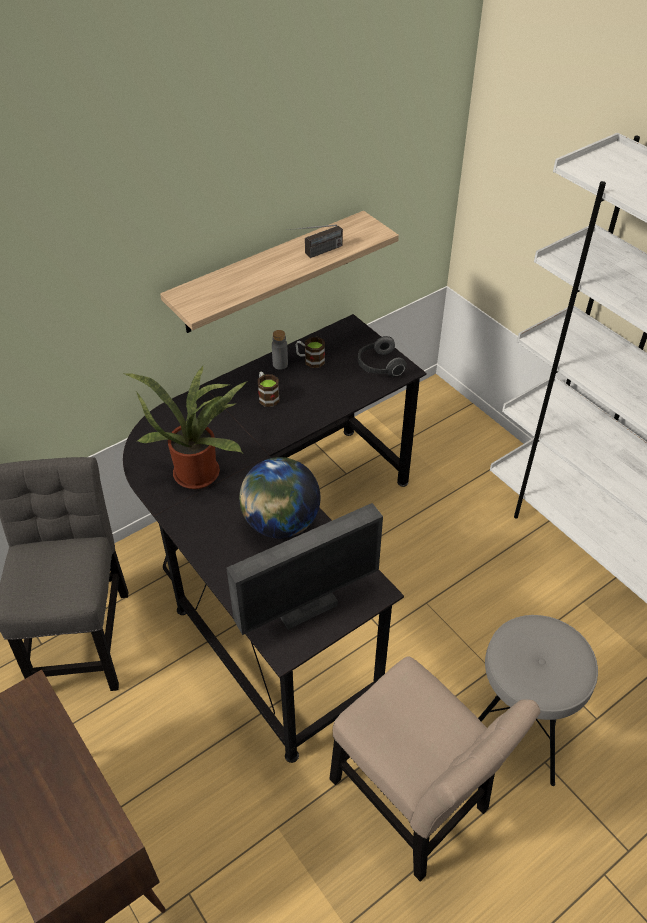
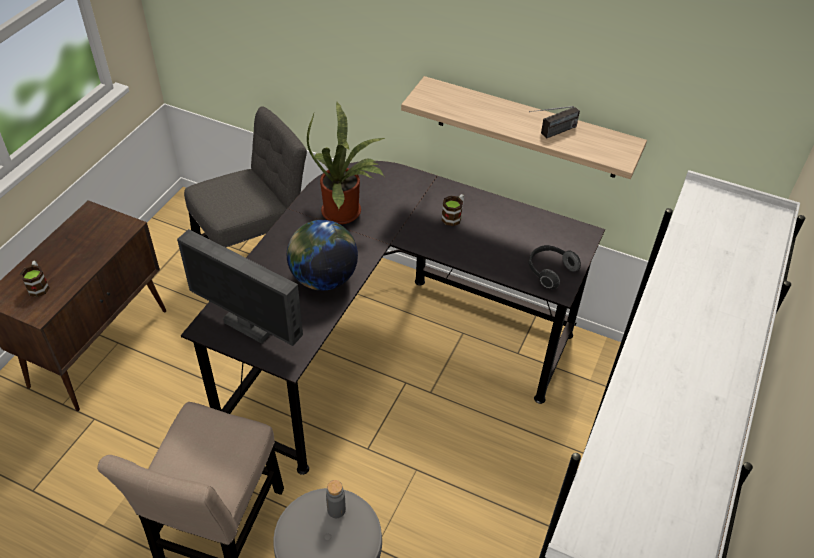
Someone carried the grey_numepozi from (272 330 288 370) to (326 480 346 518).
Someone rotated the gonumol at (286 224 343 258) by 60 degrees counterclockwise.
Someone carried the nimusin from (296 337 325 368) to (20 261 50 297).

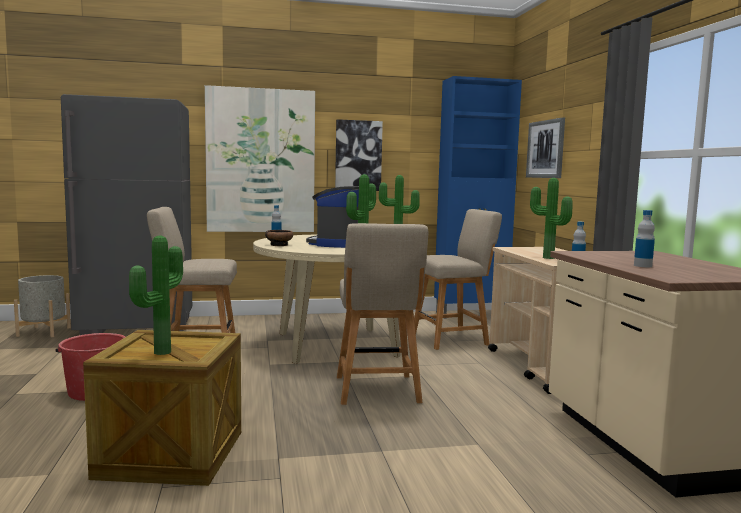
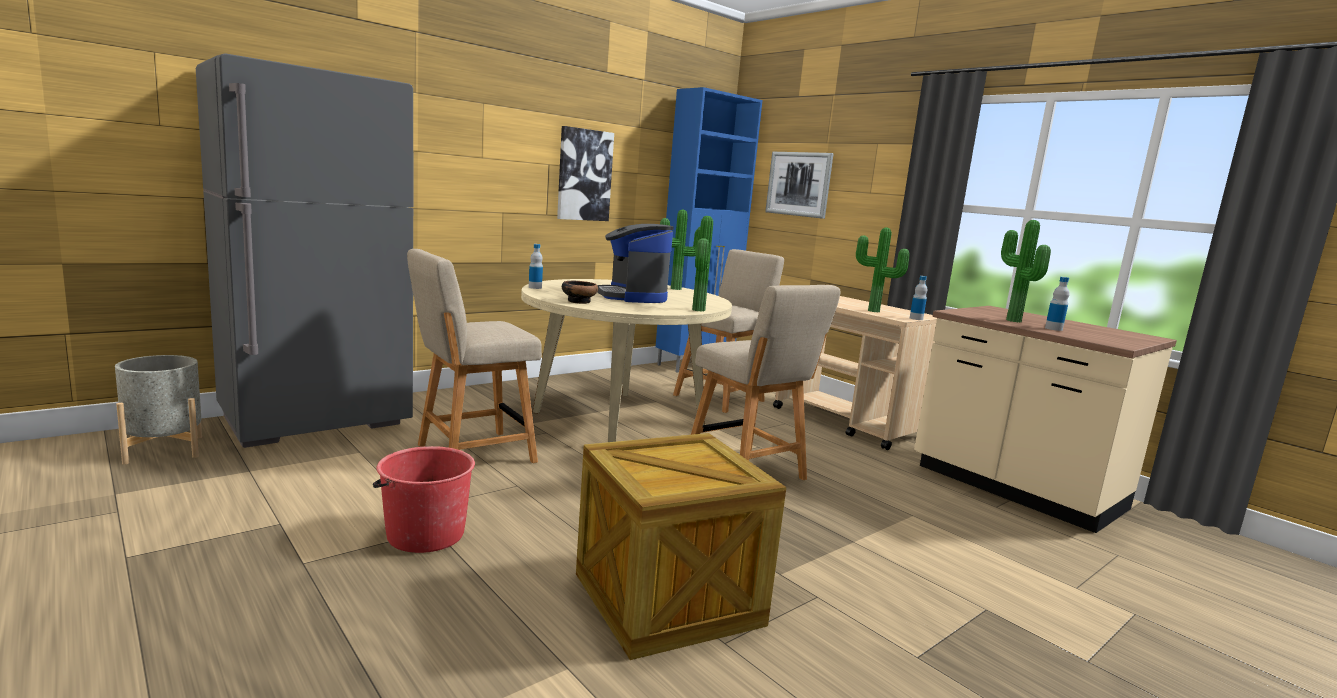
Someone carried the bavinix from (129 236 183 355) to (1001 220 1051 322).
Someone took away the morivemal at (205 85 315 232).

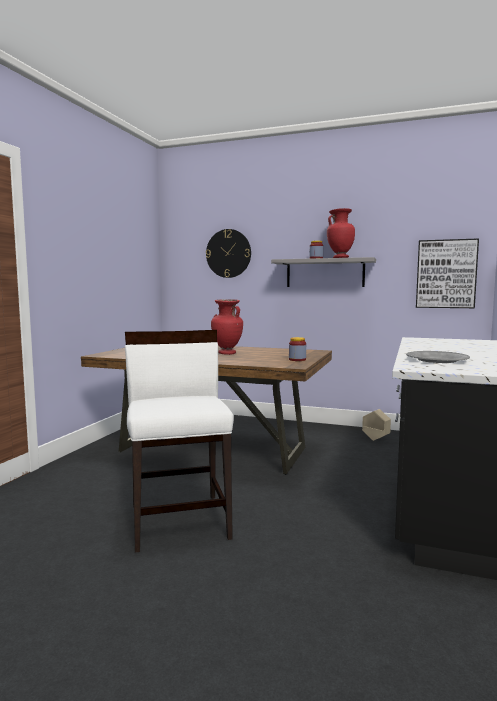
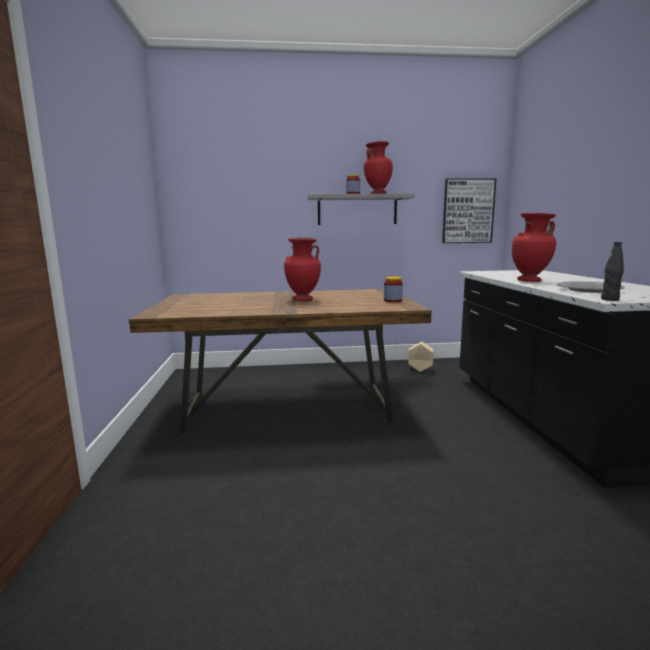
Someone took away the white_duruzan at (125 330 234 553).
Someone took away the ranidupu at (206 229 251 278).
Someone put down the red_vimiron at (512 213 557 282).
Someone put down the black_numepozi at (601 242 624 301).

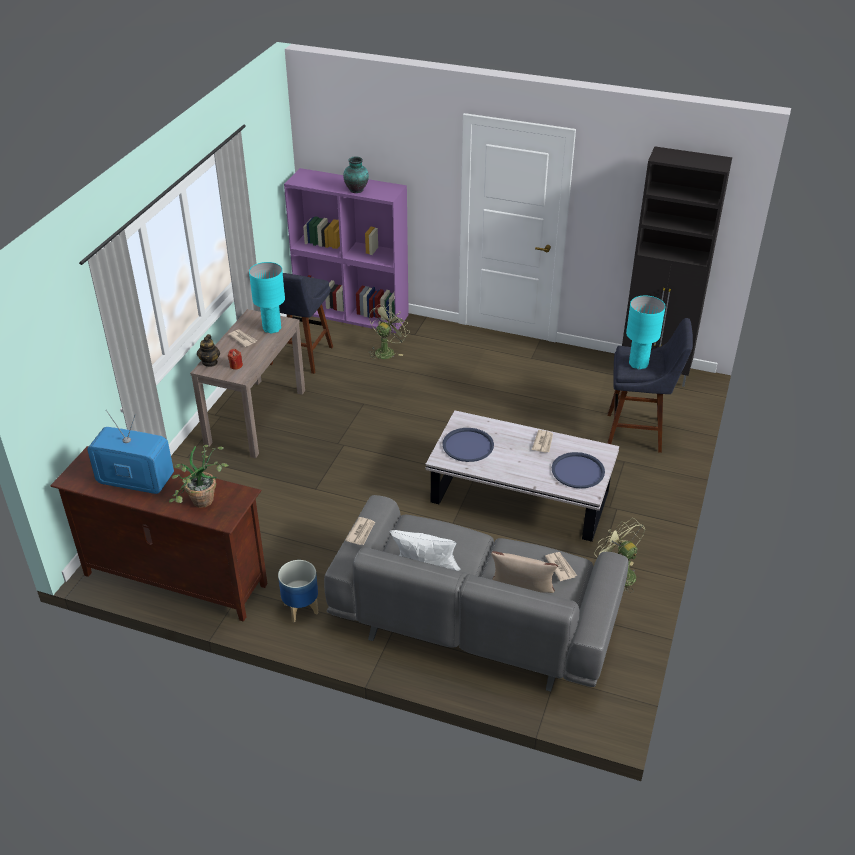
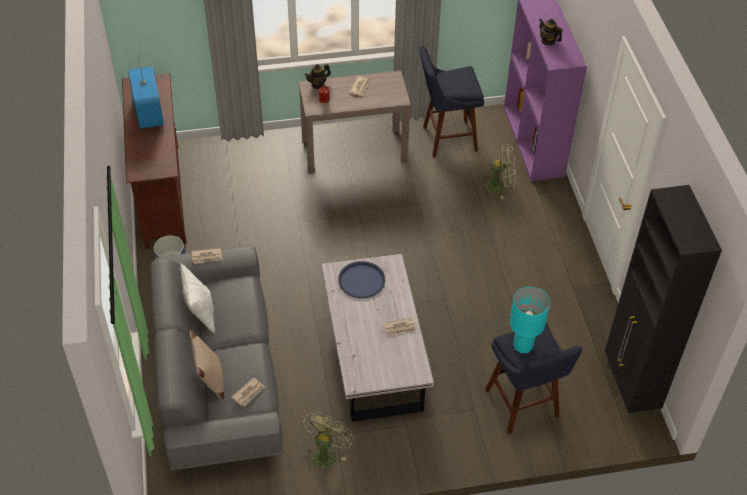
Someone took away the bavinix at (169 445 229 508).
Someone took away the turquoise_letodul at (249 262 285 334).
Someone swapped the vimiron at (343 157 369 193) for the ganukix at (539 18 562 46).
Someone took away the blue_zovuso at (552 452 605 488).

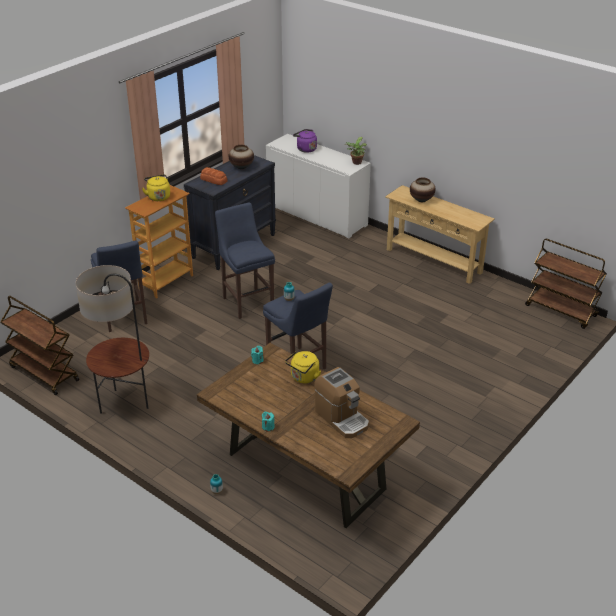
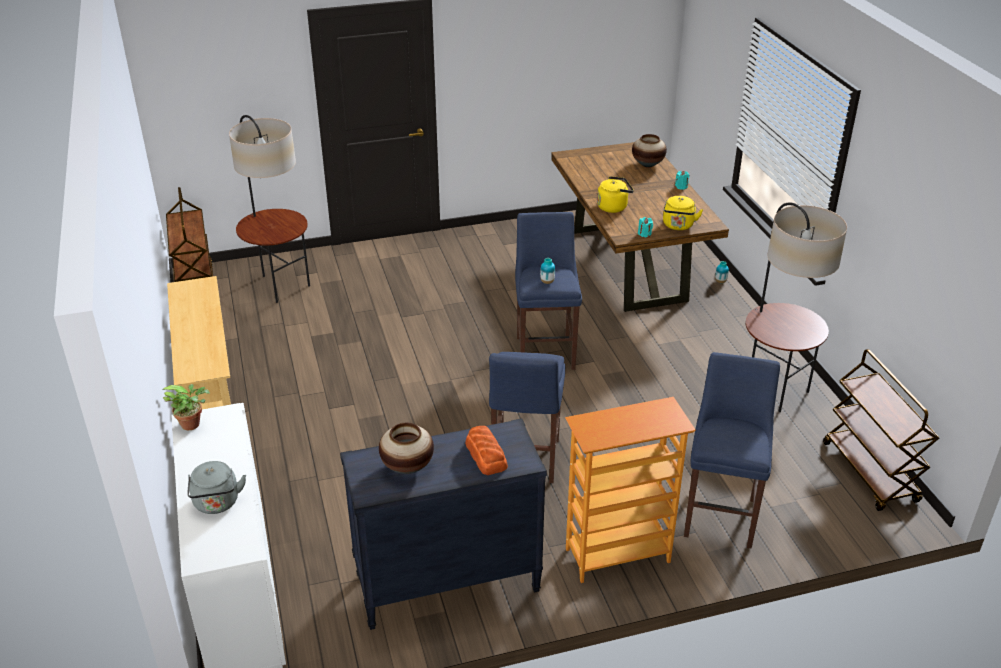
Someone carried the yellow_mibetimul from (142 174 170 201) to (663 196 703 230).
Someone repainted the purple_mibetimul at (293 129 317 153), which became the grey_mibetimul at (188 461 246 514).
Someone took away the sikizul at (314 367 369 438).
Someone carried the vimiron from (410 178 436 202) to (632 134 667 168).
Someone put down the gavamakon at (229 115 310 303).

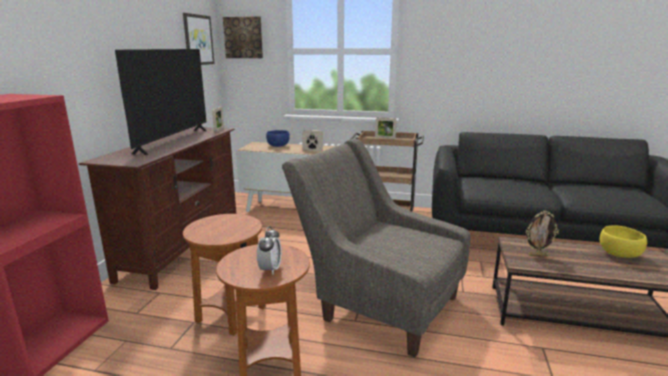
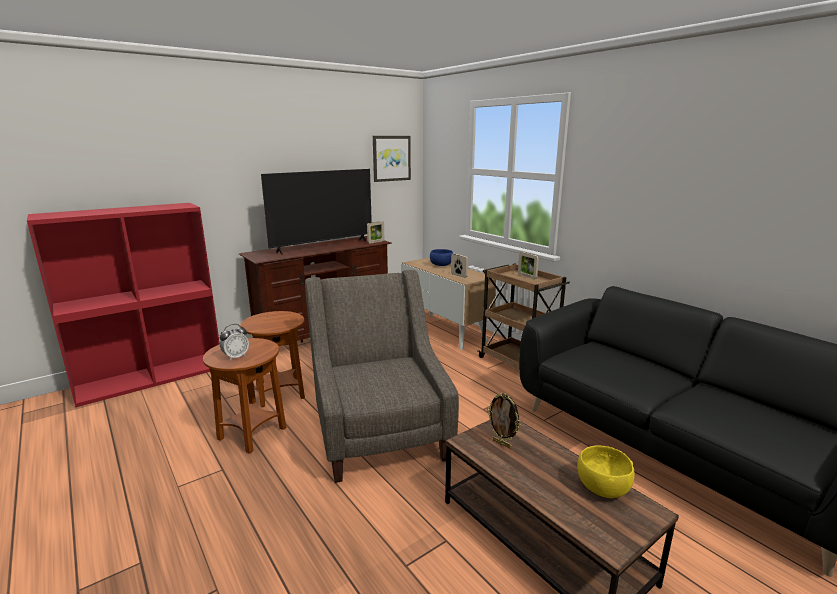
Someone took away the morivemal at (223 16 263 58).

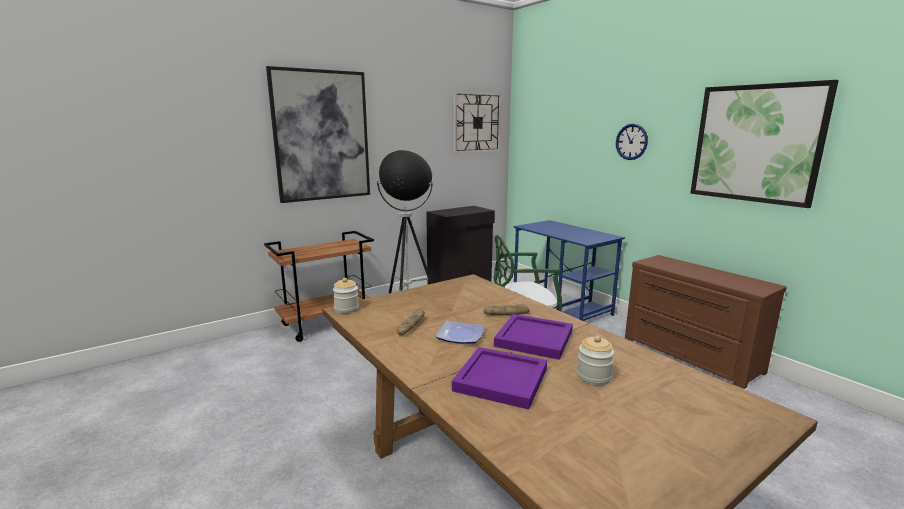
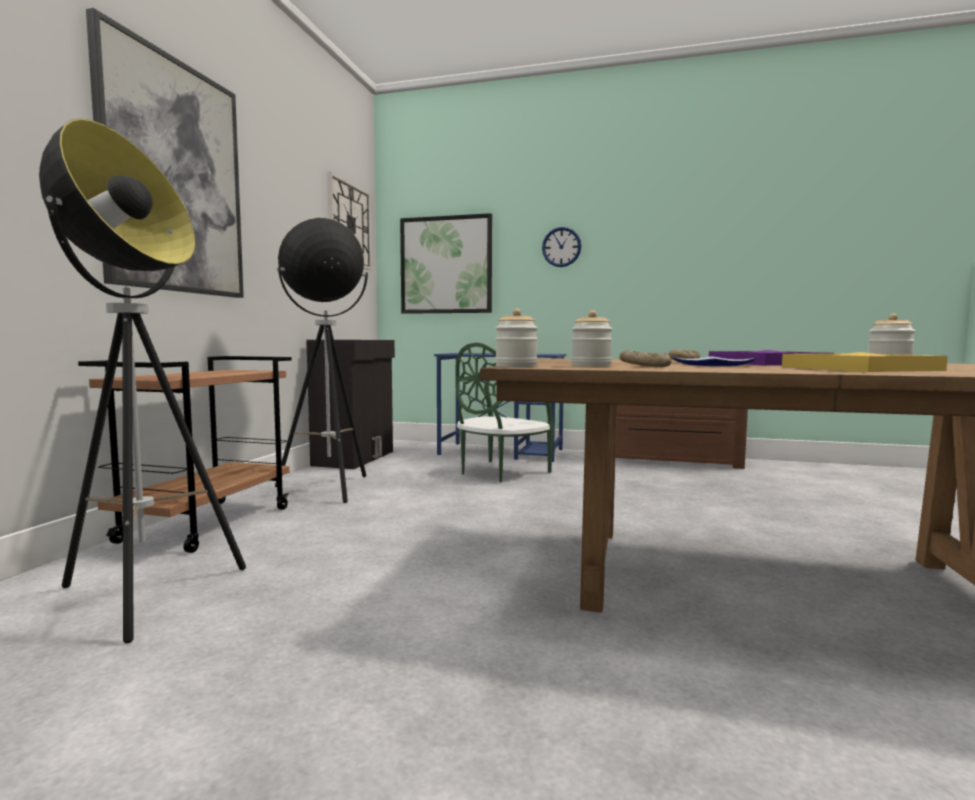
Someone repainted the purple_zovuso at (452 347 547 410), which became the yellow_zovuso at (782 352 948 372).
Someone carried the morivemal from (690 80 839 208) to (400 213 492 314).
Someone put down the gavamakon at (39 118 246 643).
Someone put down the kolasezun at (571 310 613 366).

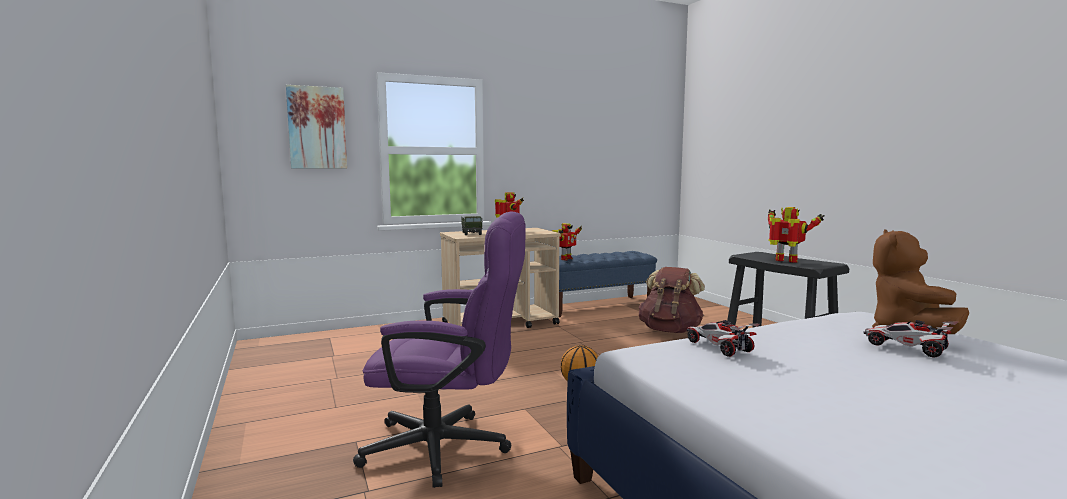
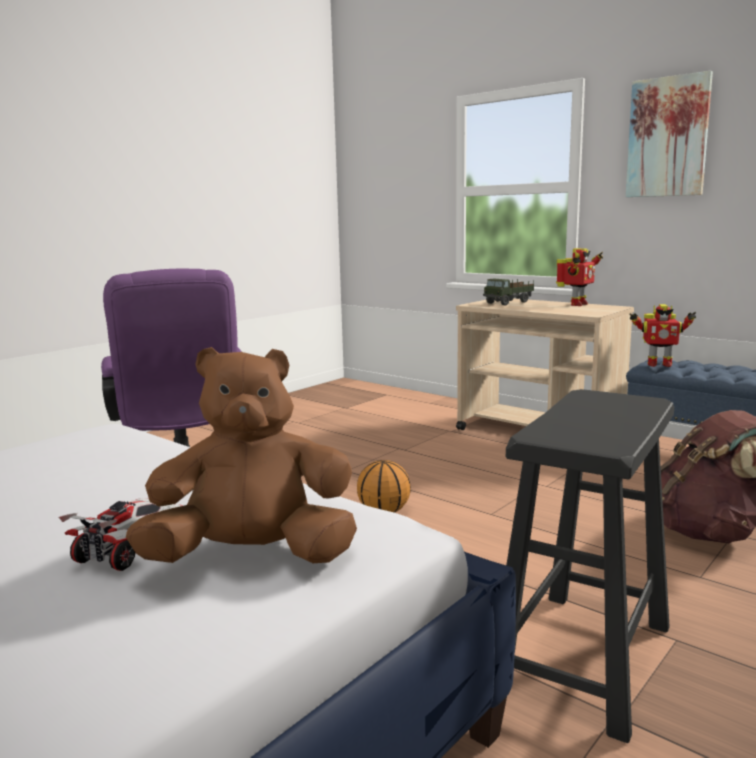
Someone carried the morivemal from (286 85 347 168) to (626 71 713 197).
Someone took away the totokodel at (687 320 759 357).
Someone took away the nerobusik at (768 207 825 263).

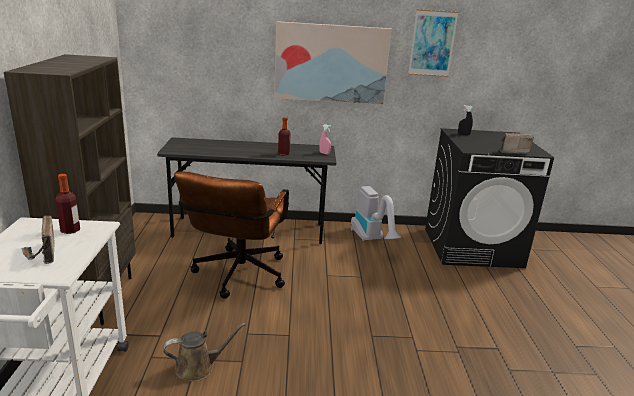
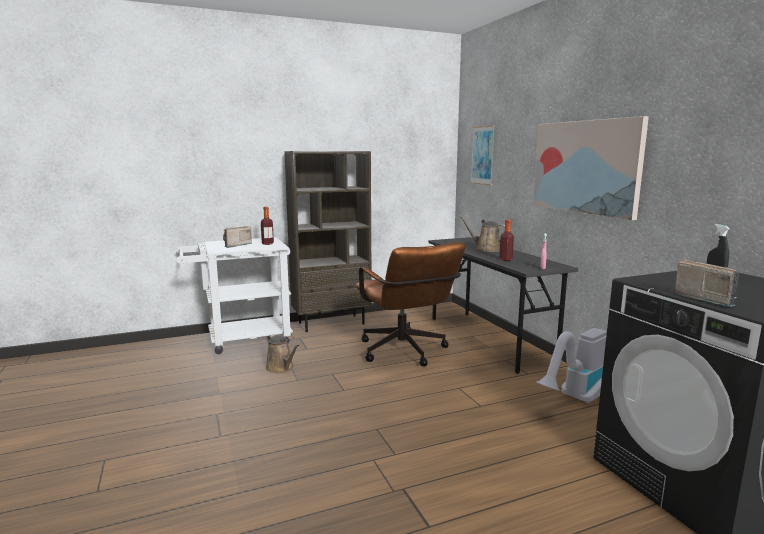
Someone rotated the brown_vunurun at (174 172 289 299) by 105 degrees counterclockwise.
Someone carried the morivemal from (408 9 459 77) to (470 125 495 185).
Someone put down the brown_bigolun at (459 215 505 252).

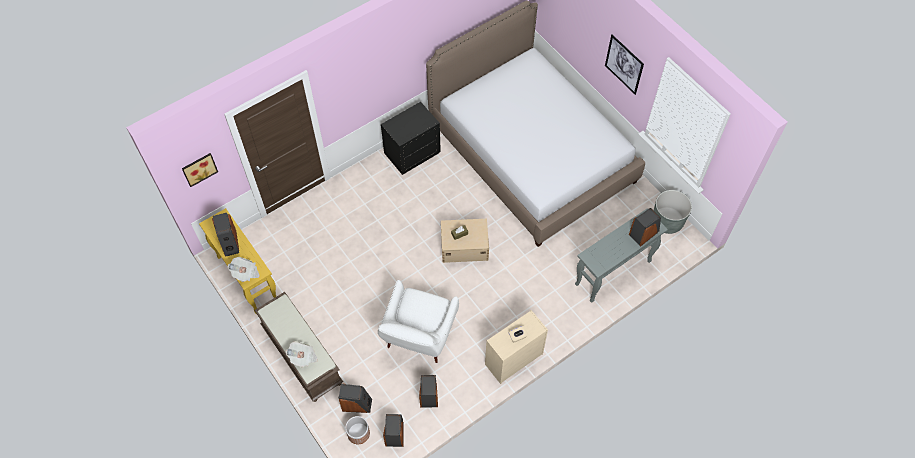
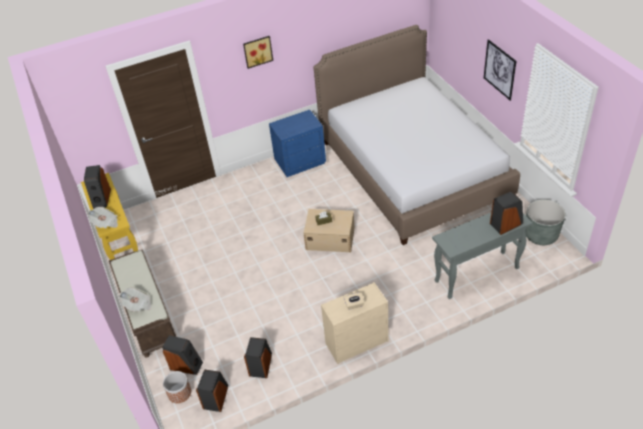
Someone carried the morivemal from (182 153 218 187) to (243 36 273 69).
Someone took away the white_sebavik at (378 280 459 363).
Someone repainted the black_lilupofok at (381 102 441 175), which became the blue_lilupofok at (269 110 326 177).

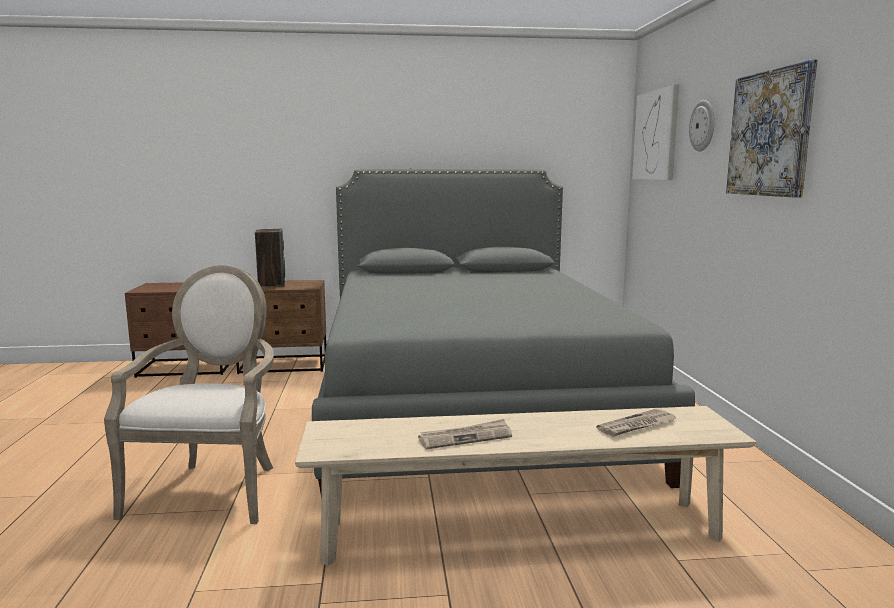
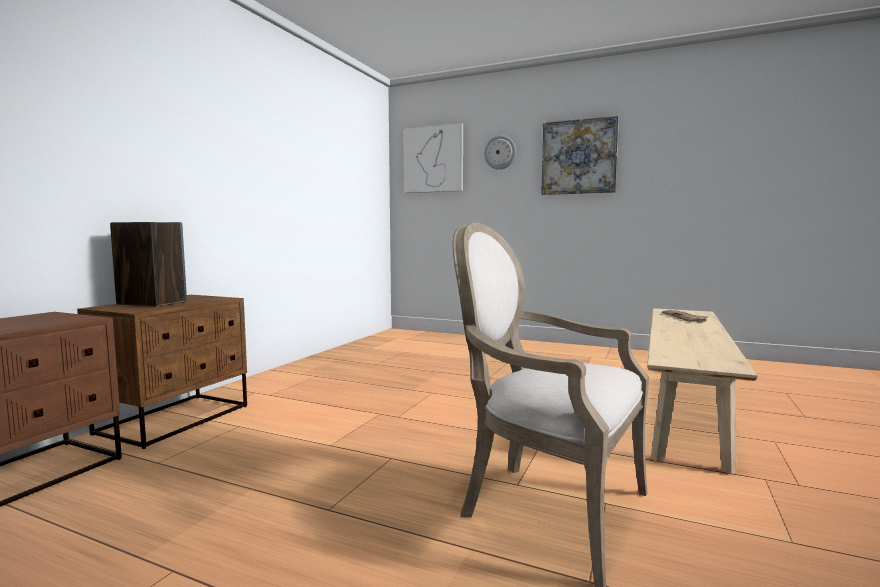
Someone took away the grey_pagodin at (312 169 695 493).
Someone took away the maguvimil at (418 419 512 449).

